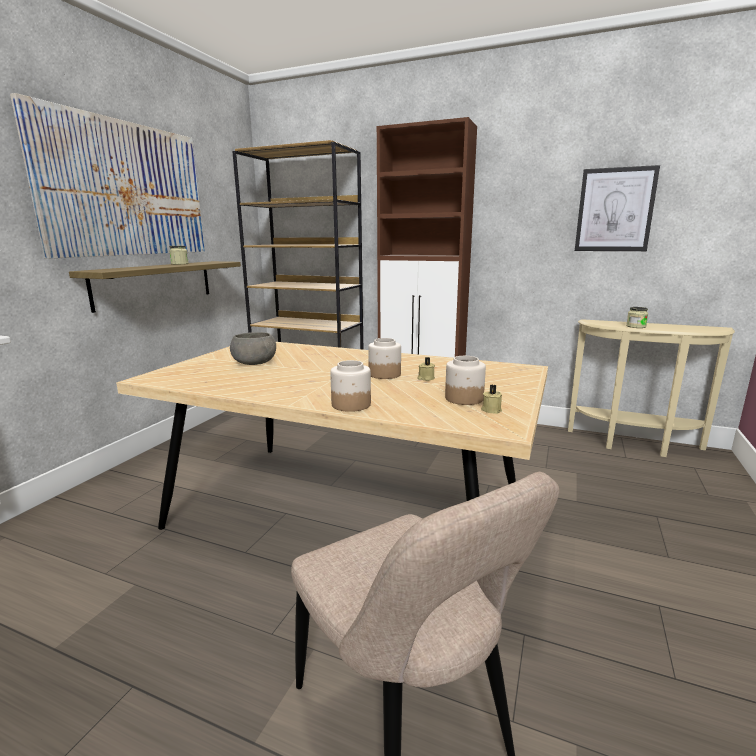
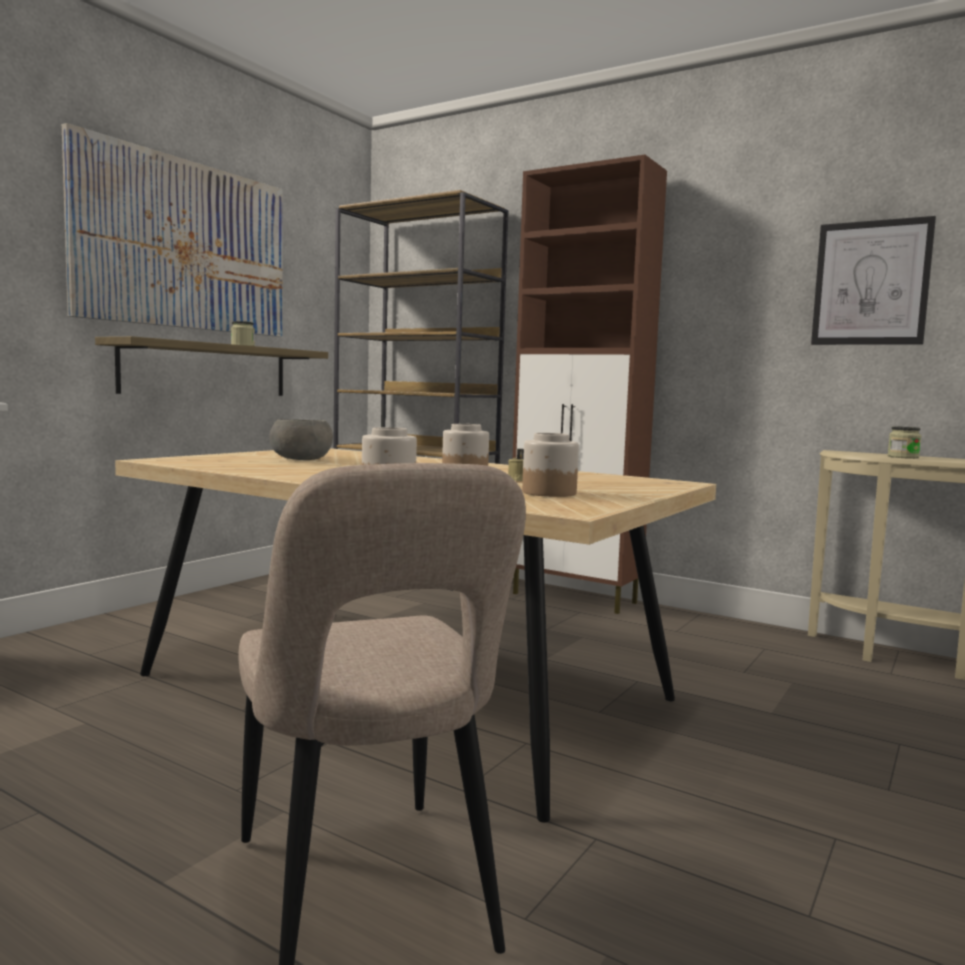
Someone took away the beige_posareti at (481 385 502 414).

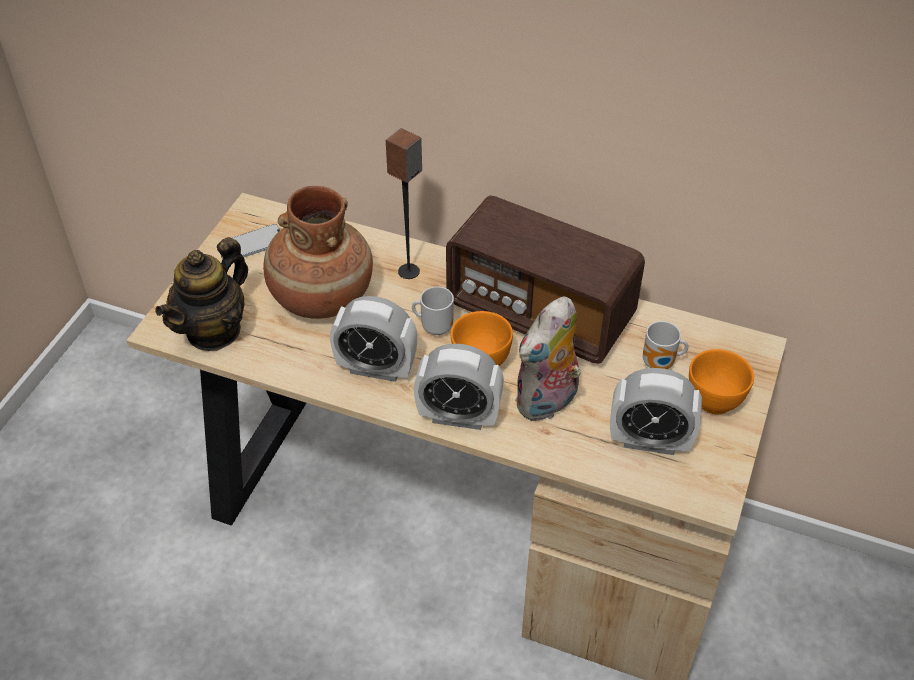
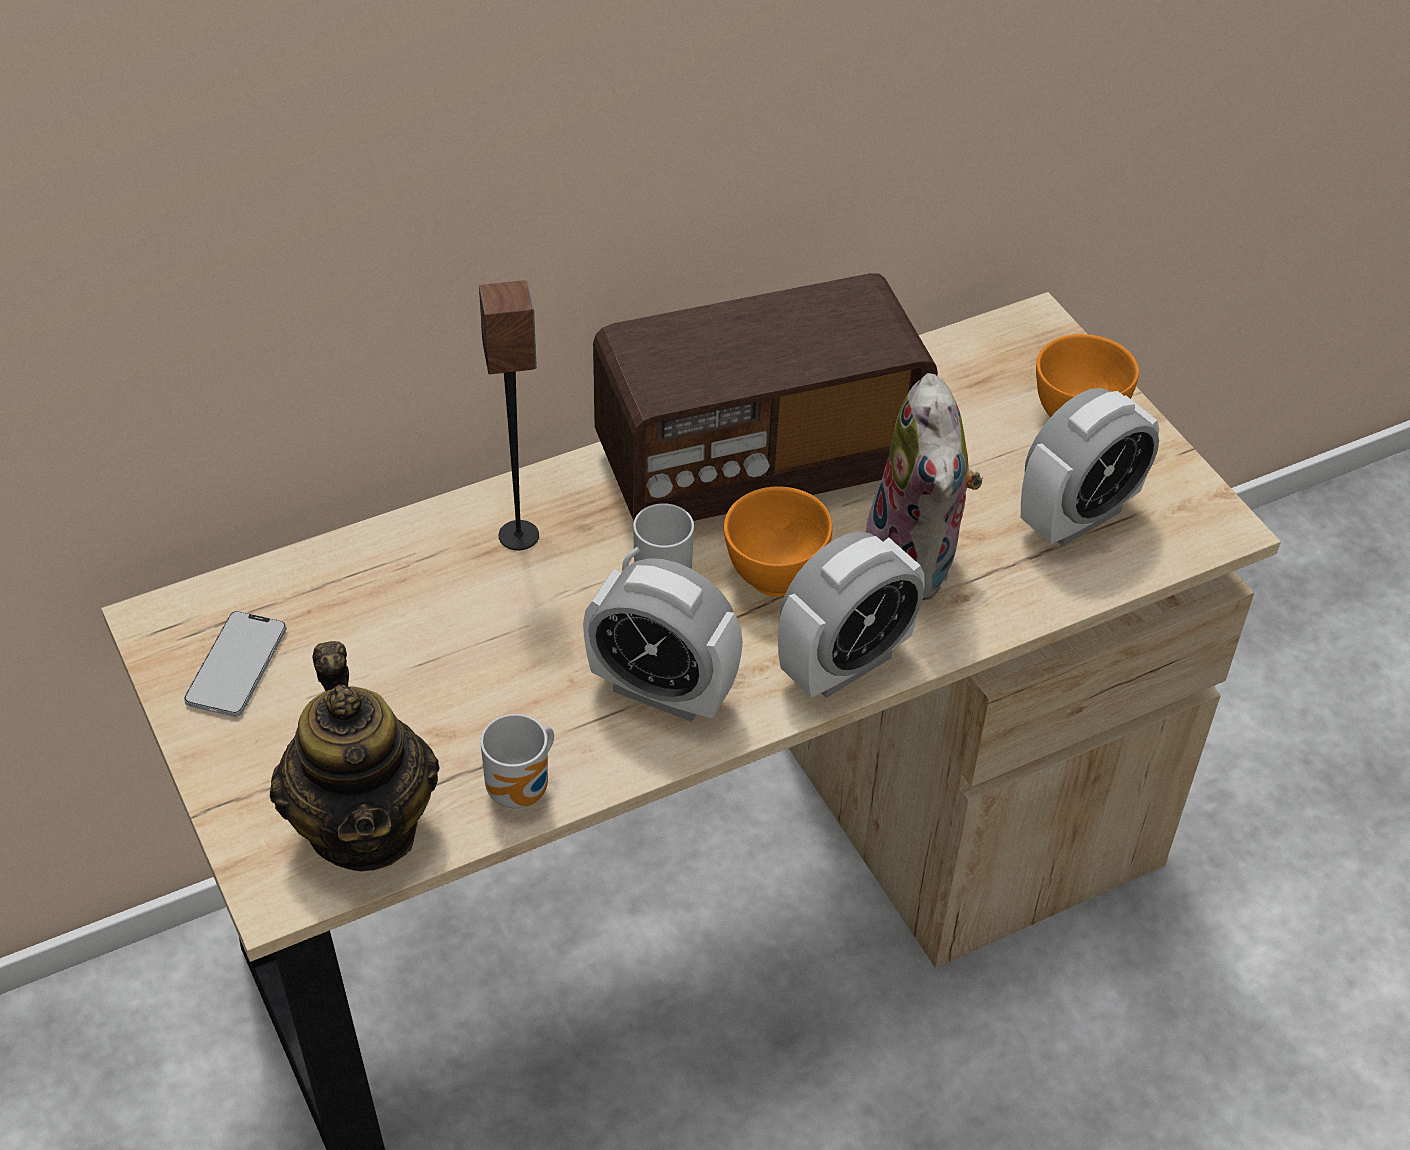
Someone took away the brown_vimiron at (263 186 373 319).
Someone rotated the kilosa at (330 296 417 382) by 60 degrees clockwise.
Someone carried the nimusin from (643 321 688 369) to (480 714 554 809).

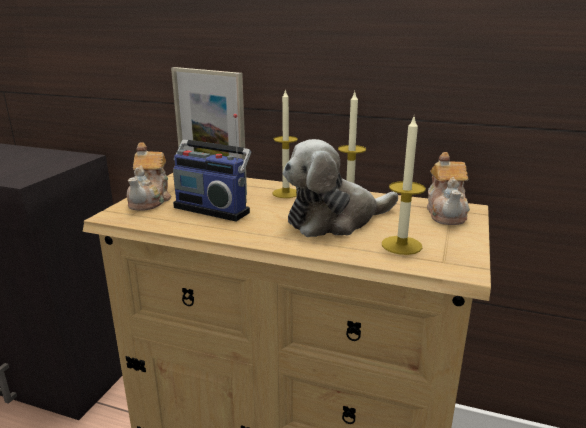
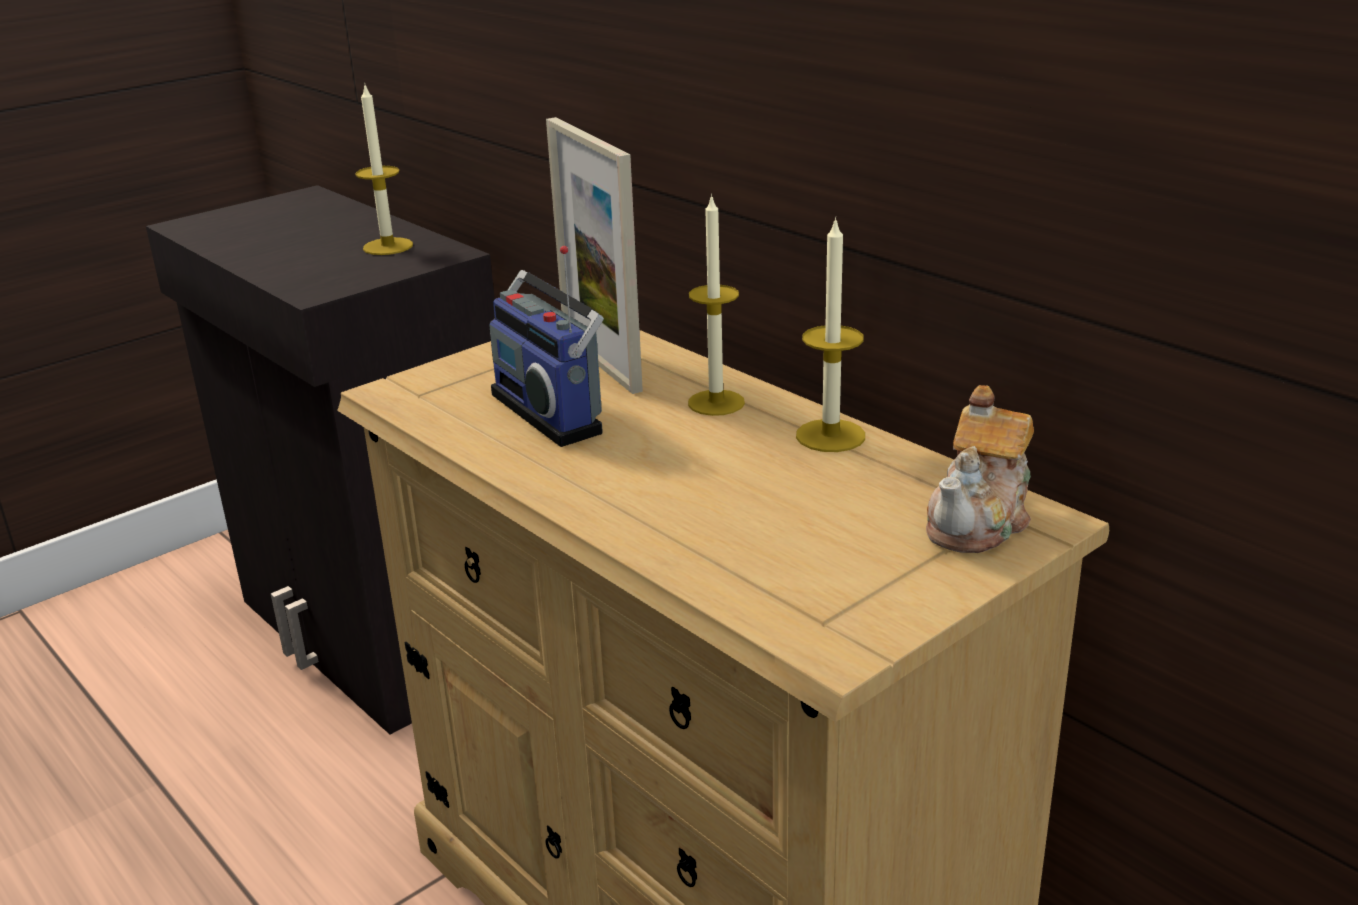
Someone took away the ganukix at (127 142 171 211).
Someone took away the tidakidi at (283 139 398 237).
Someone carried the posareti from (382 117 426 255) to (355 86 413 255).

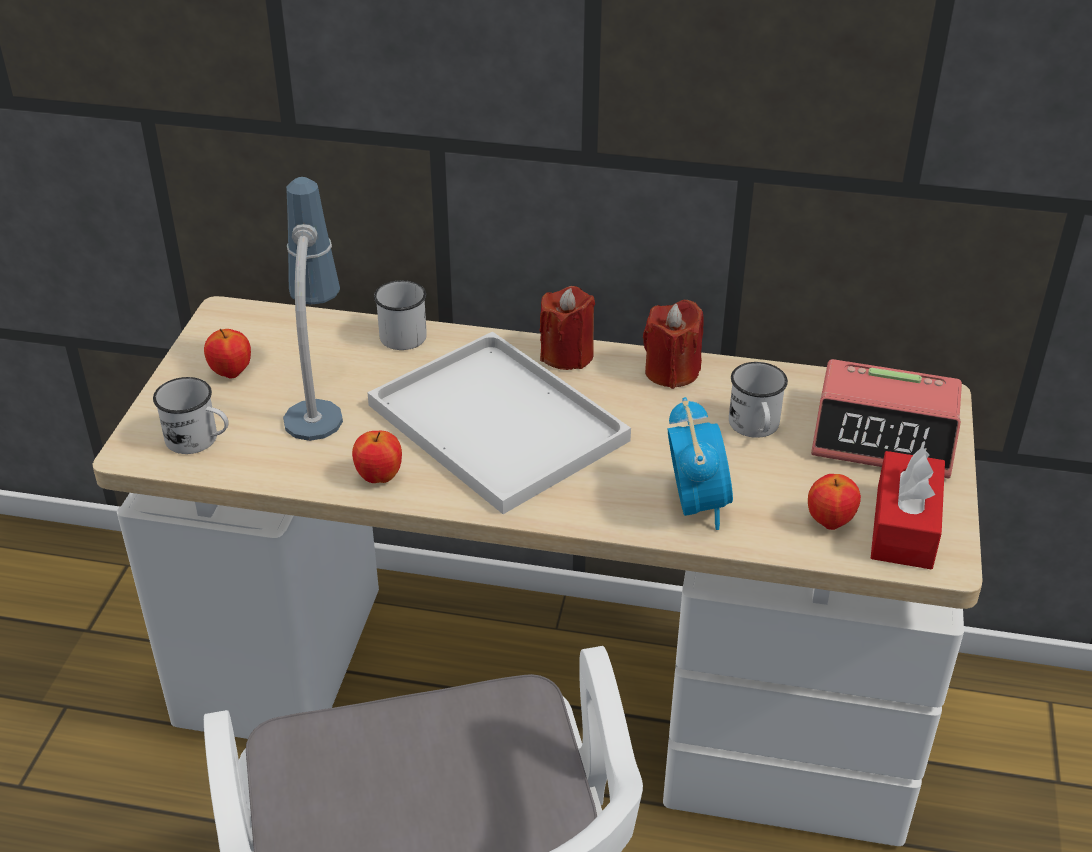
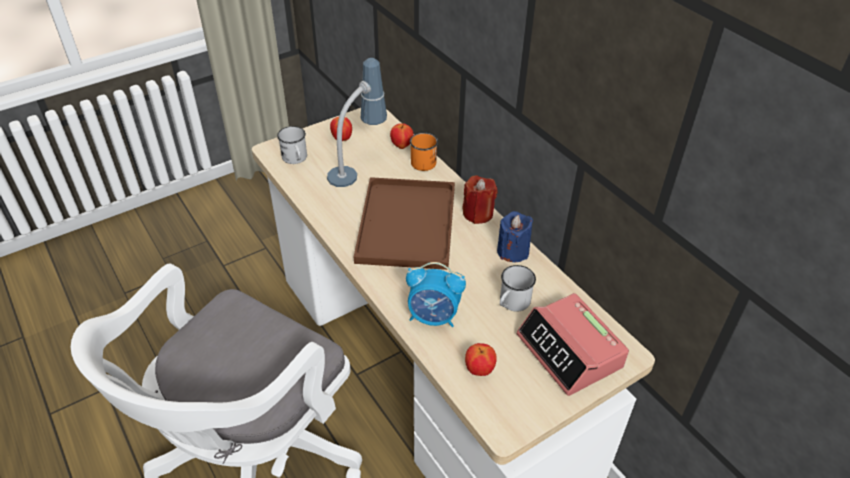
Someone carried the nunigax from (352 431 402 483) to (390 123 414 149).
Someone repainted the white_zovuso at (367 331 631 514), which became the brown_zovuso at (354 177 455 270).
Someone repainted the white_nimusin at (374 280 427 350), which became the orange_nimusin at (410 133 438 171).
Someone repainted the red_posareti at (643 300 704 389), which became the blue_posareti at (497 211 533 262).
Someone rotated the kilosa at (668 397 733 530) by 60 degrees clockwise.
Someone took away the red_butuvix at (871 447 945 569).

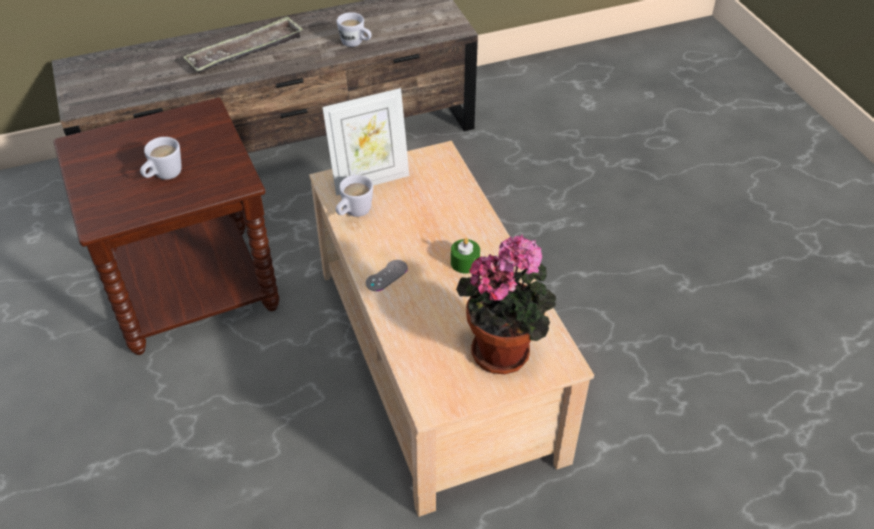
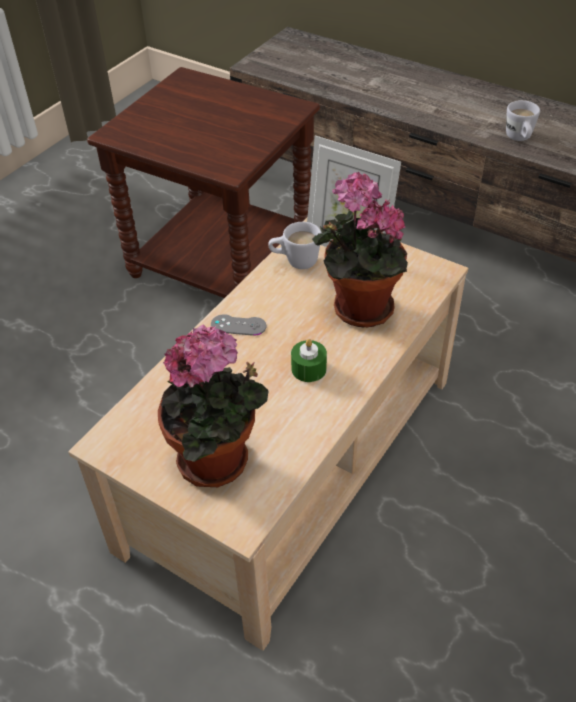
Someone took away the white_nimusin at (140 137 182 180).
Someone took away the zovuso at (184 16 303 73).
Someone put down the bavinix at (312 172 408 327).

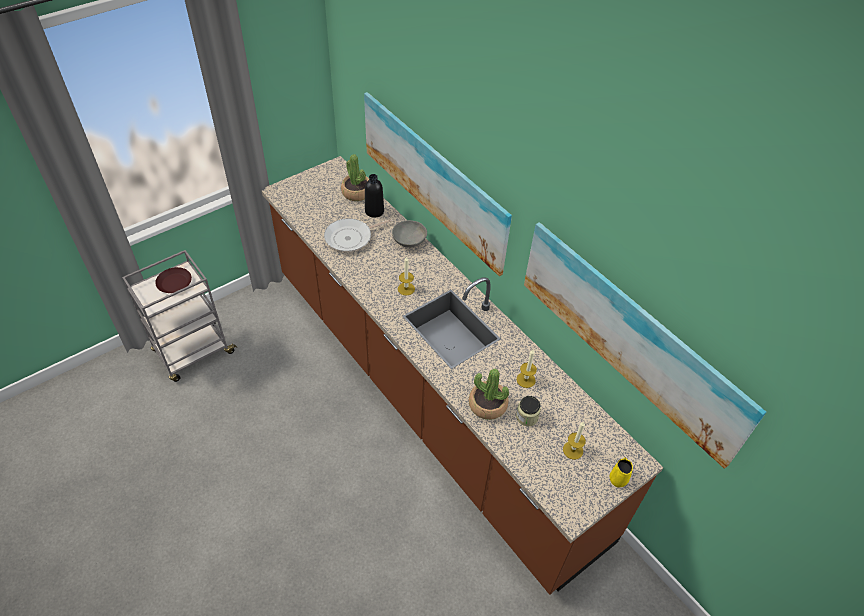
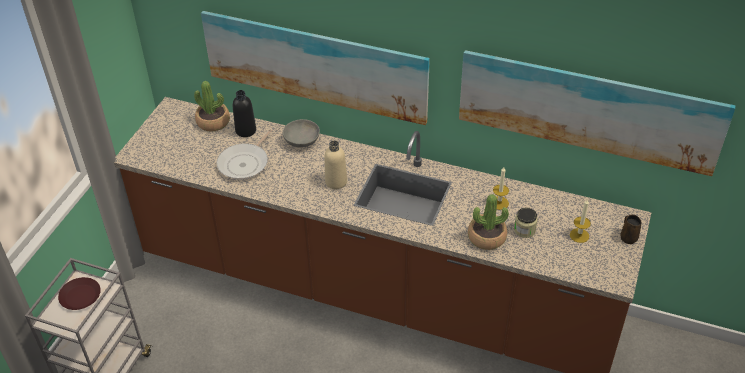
Someone swapped the posareti at (398 256 415 296) for the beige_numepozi at (324 140 347 189).
Someone repainted the yellow_nimusin at (610 458 633 488), which became the brown_nimusin at (620 215 642 244).

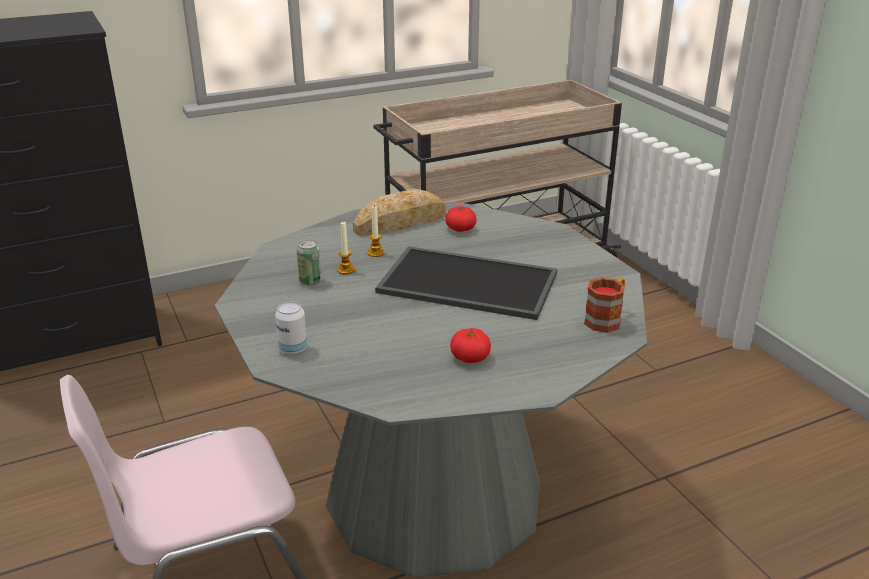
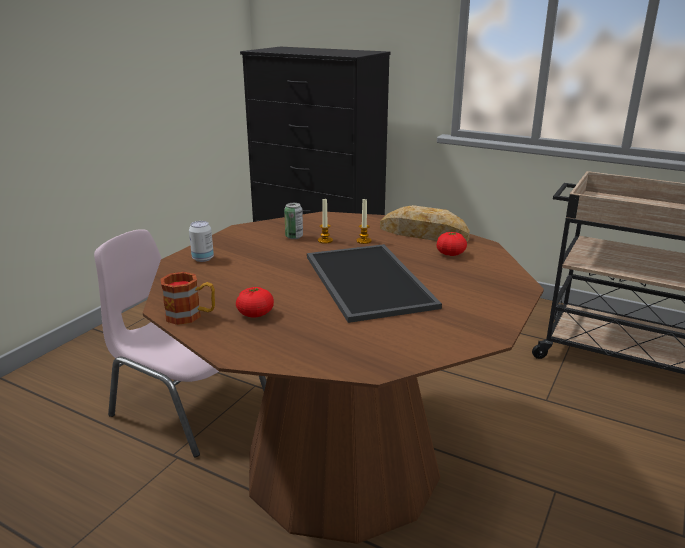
Someone repainted the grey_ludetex at (214 203 647 578), which became the brown_ludetex at (143 212 544 544).
Someone carried the nimusin from (584 277 625 333) to (161 272 215 325).

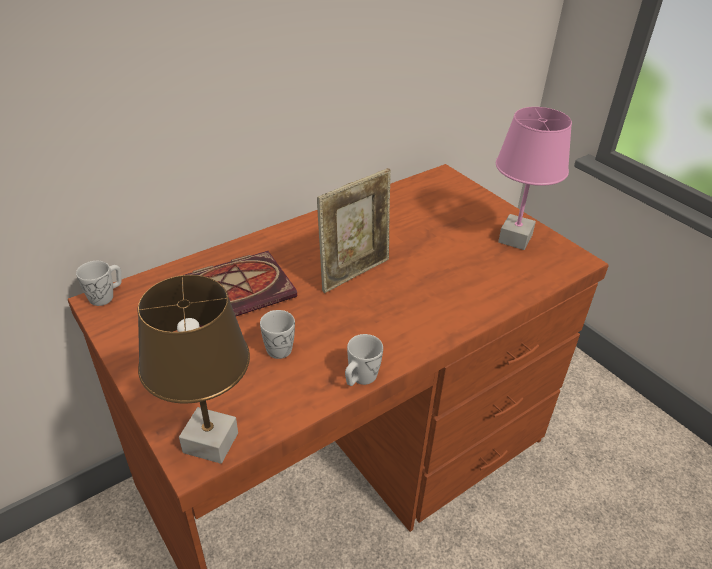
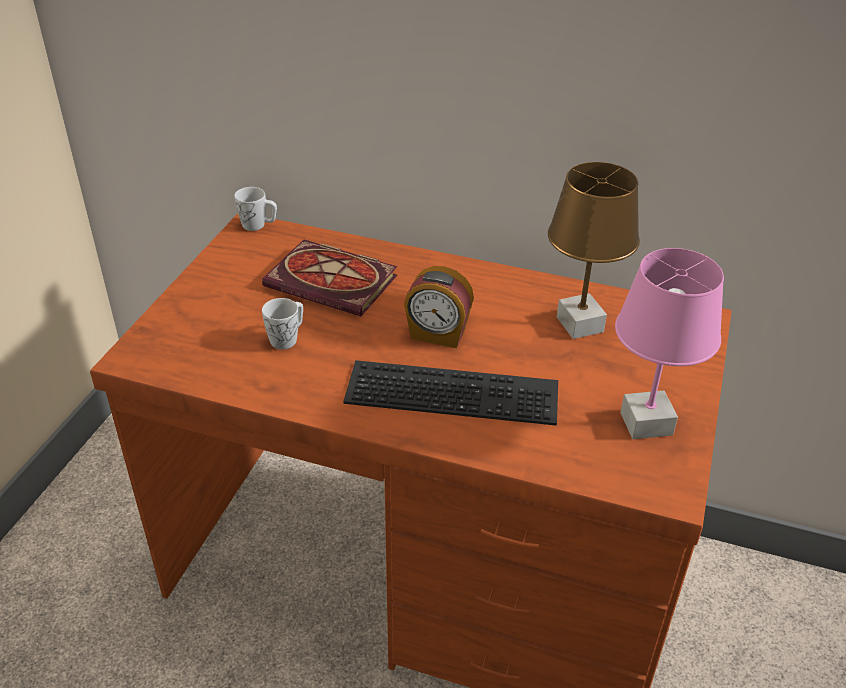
Someone carried the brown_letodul from (138 275 250 464) to (548 162 640 339).
Someone swapped the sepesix at (317 168 391 293) for the kilosa at (404 266 474 348).
Someone took away the white_nimusin at (345 334 383 386).
Someone put down the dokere at (343 360 558 426).

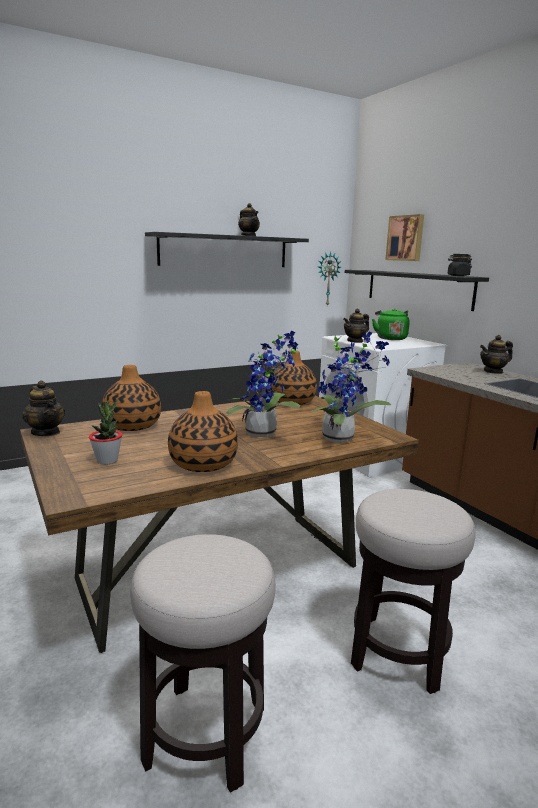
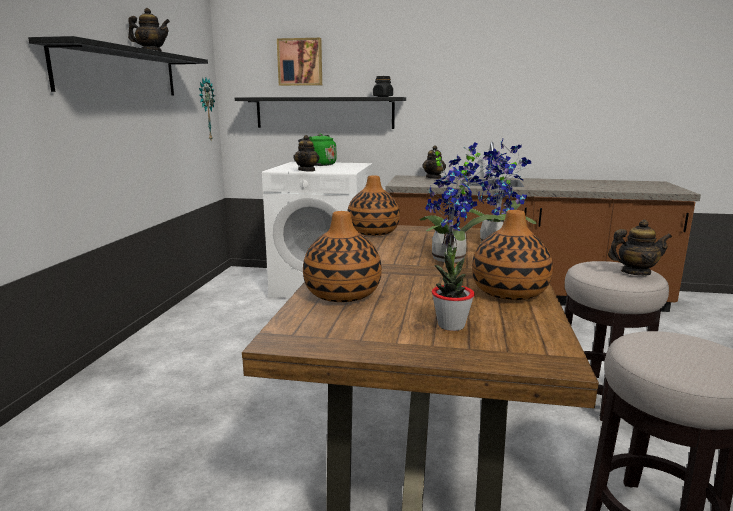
Someone carried the ganukix from (22 381 65 436) to (608 219 672 276).

